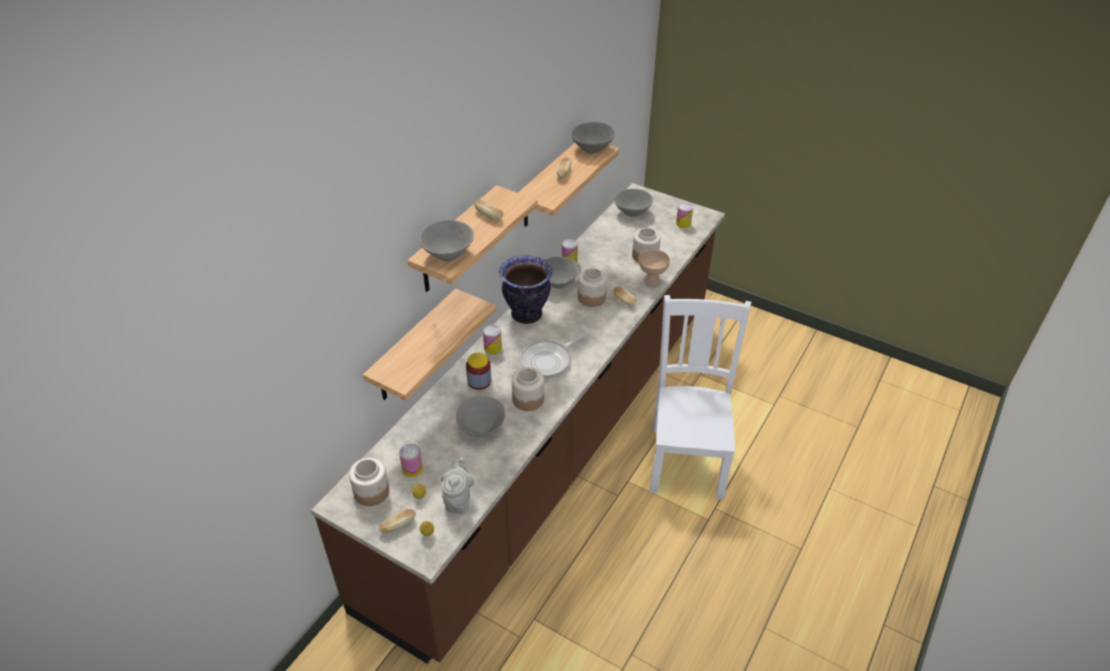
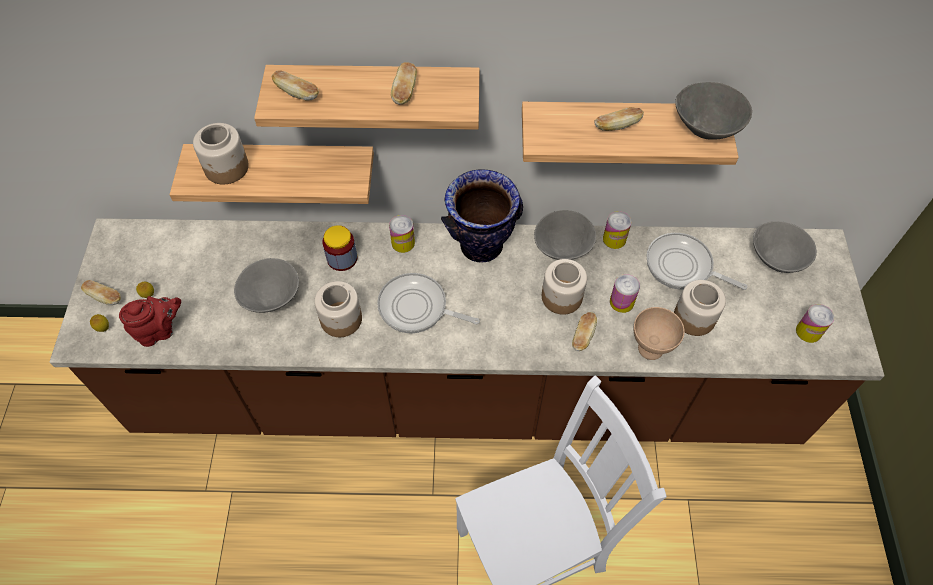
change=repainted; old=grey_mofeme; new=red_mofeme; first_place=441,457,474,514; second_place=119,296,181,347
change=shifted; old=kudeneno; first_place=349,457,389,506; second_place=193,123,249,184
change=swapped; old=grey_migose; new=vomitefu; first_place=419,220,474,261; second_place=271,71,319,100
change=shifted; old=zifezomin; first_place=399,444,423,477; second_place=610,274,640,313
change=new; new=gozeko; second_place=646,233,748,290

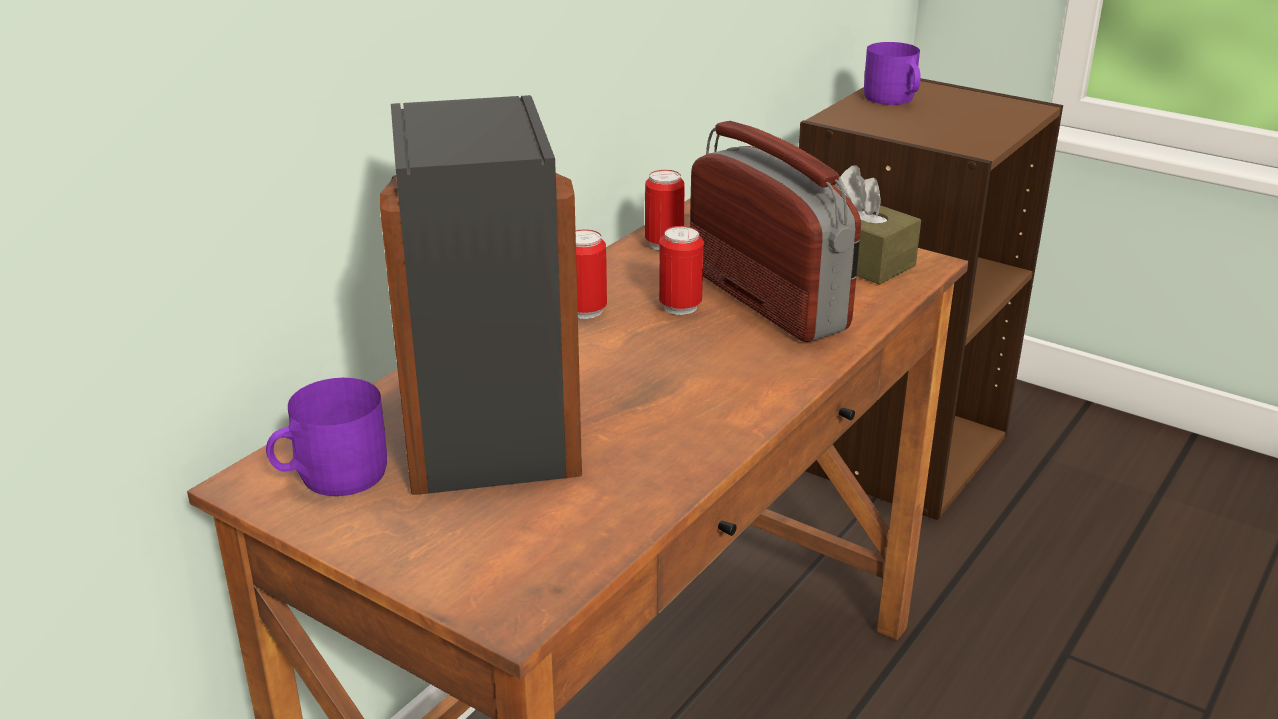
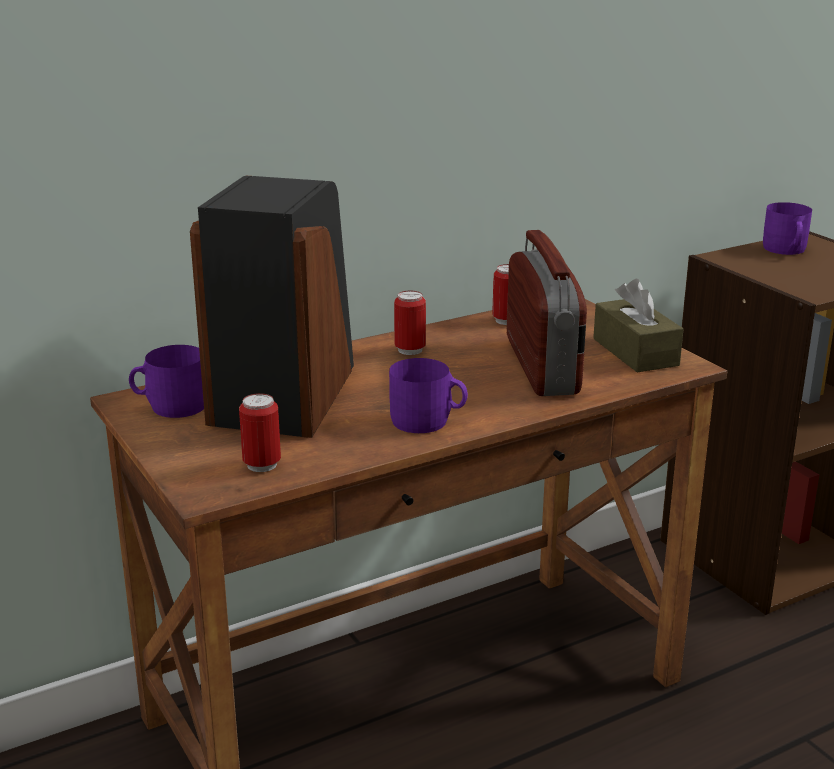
change=shifted; old=zifezomin; first_place=659,226,704,315; second_place=239,393,281,472
change=new; new=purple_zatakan; second_place=389,358,468,433

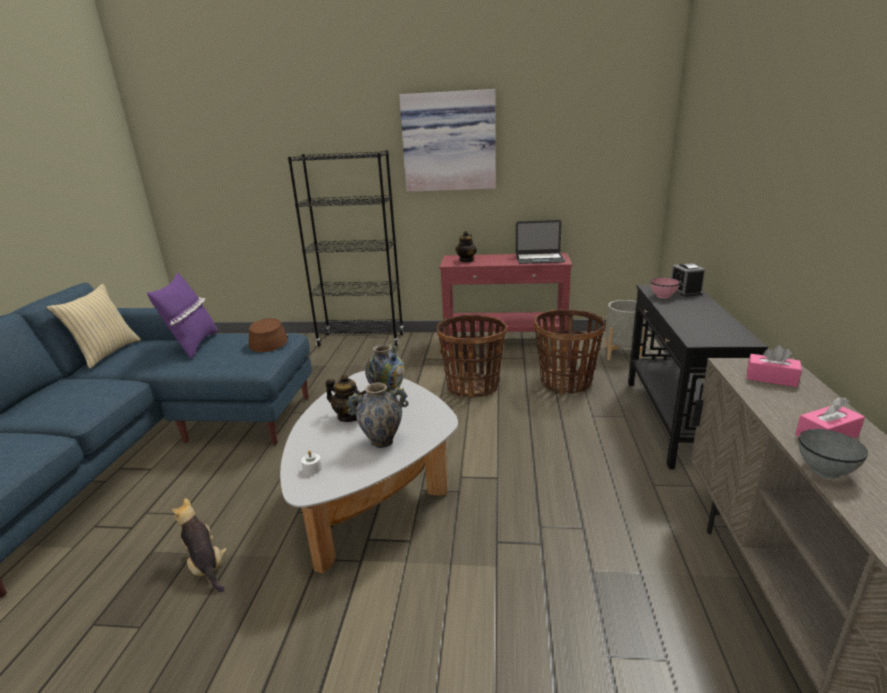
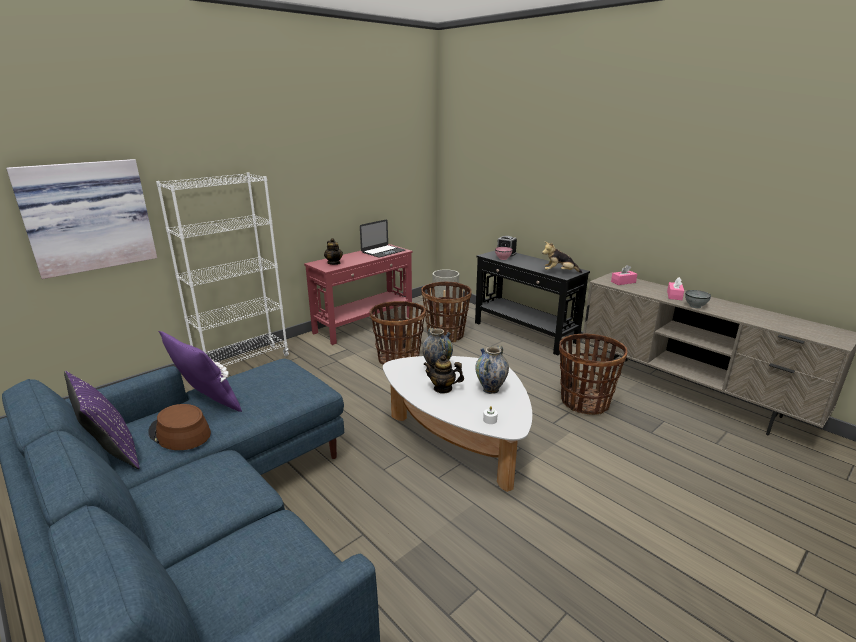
change=shifted; old=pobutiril; first_place=399,89,496,192; second_place=6,159,157,279
change=repainted; old=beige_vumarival; new=purple_vumarival; first_place=47,284,141,369; second_place=64,371,140,469
change=shifted; old=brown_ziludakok; first_place=249,318,288,352; second_place=148,404,211,450
change=repainted; old=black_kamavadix; new=white_kamavadix; first_place=288,150,404,346; second_place=156,173,289,366
change=rotated; old=mofeme; first_place=326,374,367,422; second_place=423,355,464,394; degrees=-150
change=shifted; old=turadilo; first_place=171,498,227,592; second_place=542,242,582,273
change=new; new=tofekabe; second_place=559,333,628,415

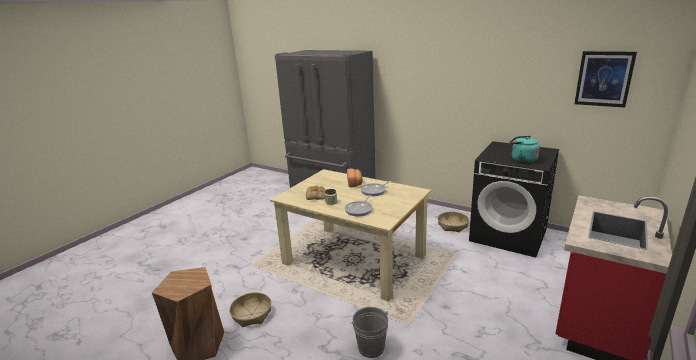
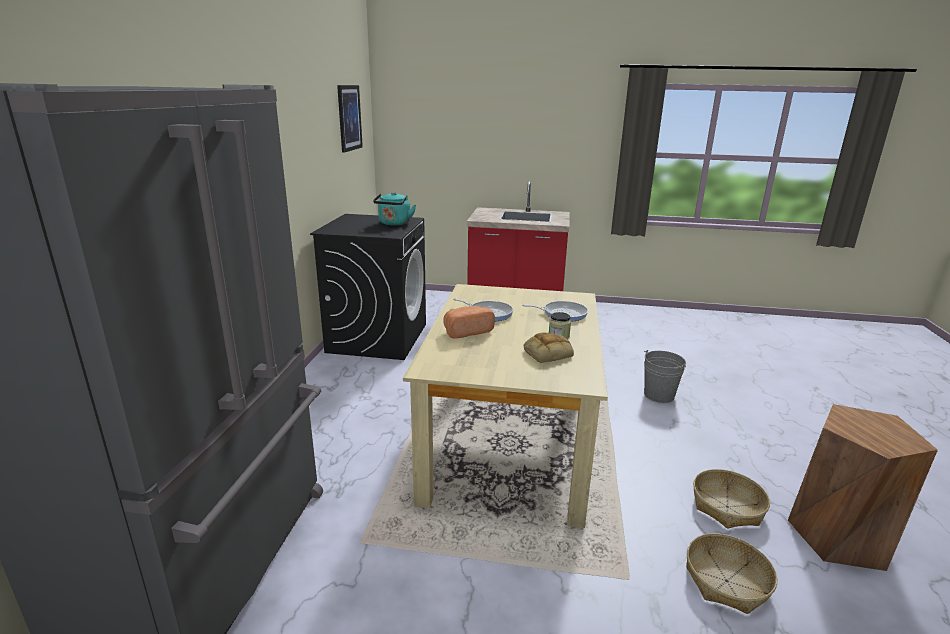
change=shifted; old=tofekabe; first_place=438,212,469,233; second_place=686,533,777,614

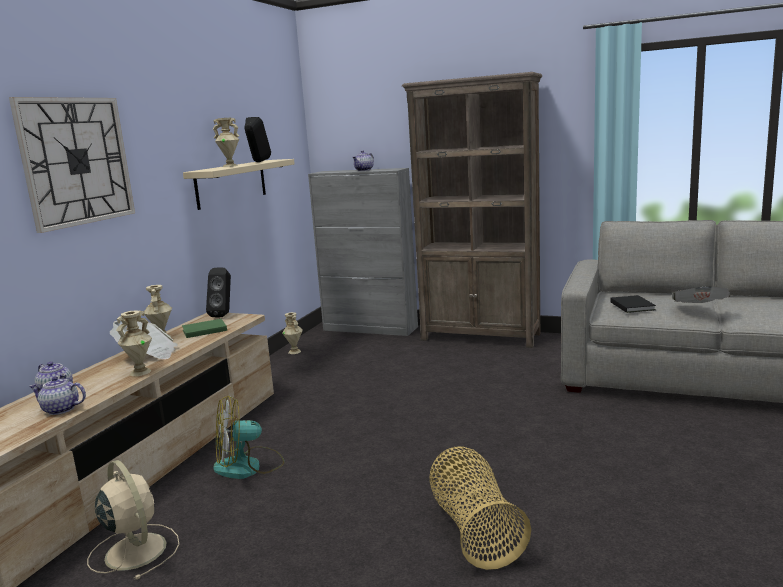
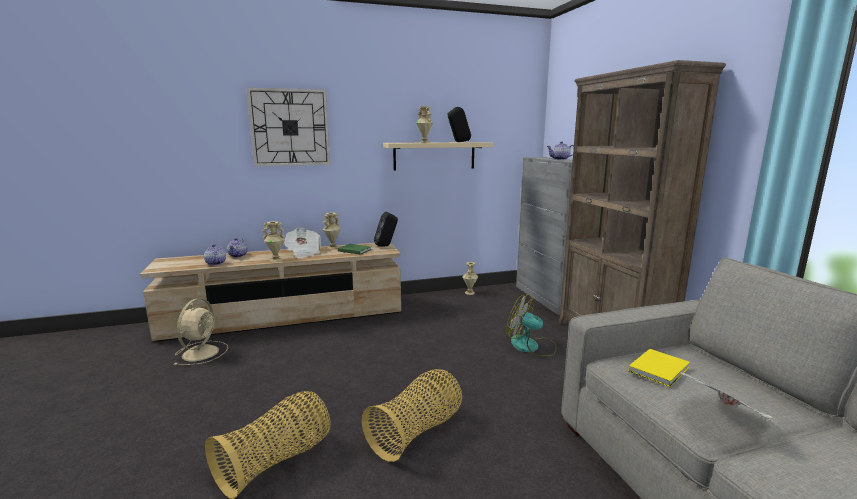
change=new; new=tofekabe; second_place=362,369,462,462
change=shifted; old=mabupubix; first_place=214,395,285,479; second_place=506,294,557,356
change=repainted; old=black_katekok; new=yellow_katekok; first_place=610,295,656,313; second_place=629,349,690,387

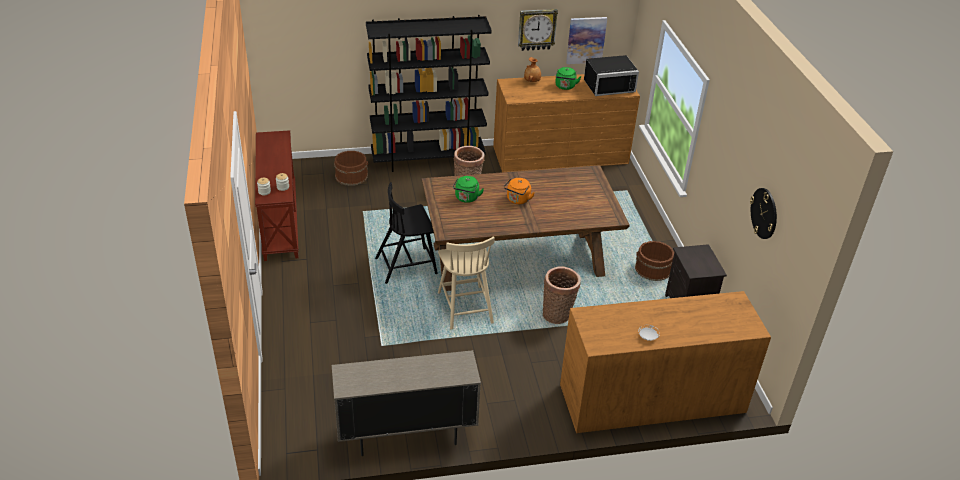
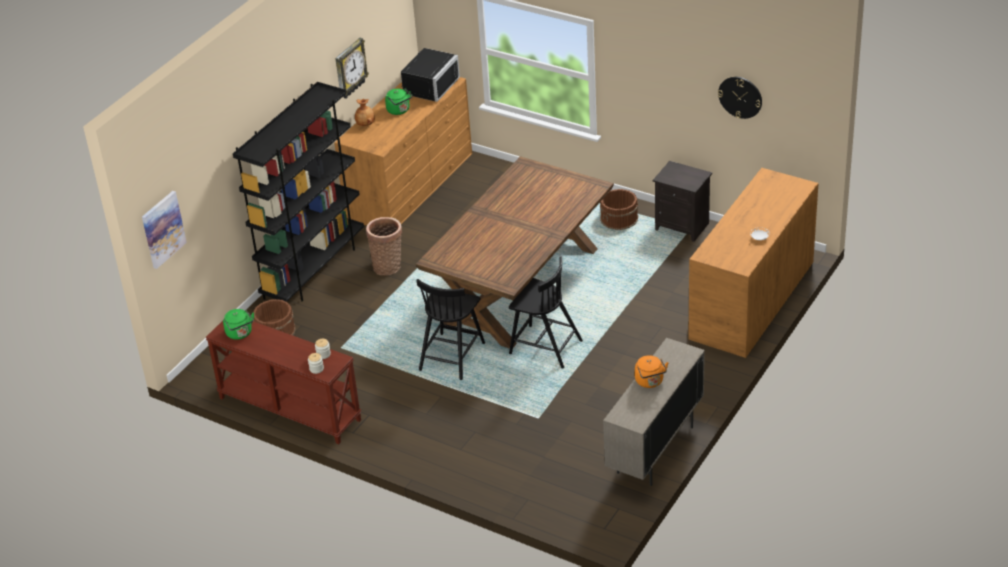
change=shifted; old=pobutiril; first_place=566,17,607,64; second_place=142,191,187,269
change=shifted; old=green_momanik; first_place=453,176,484,203; second_place=223,309,254,340
change=repainted; old=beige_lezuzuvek; new=black_lezuzuvek; first_place=438,236,495,330; second_place=509,256,583,369
change=shifted; old=orange_momanik; first_place=504,178,535,204; second_place=635,355,668,388
change=gone; old=tofekabe; first_place=543,266,581,324

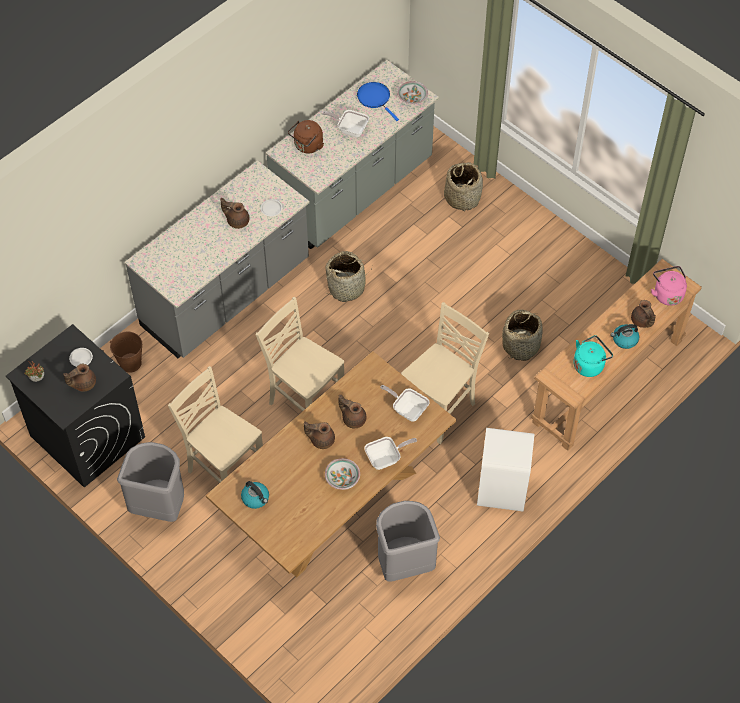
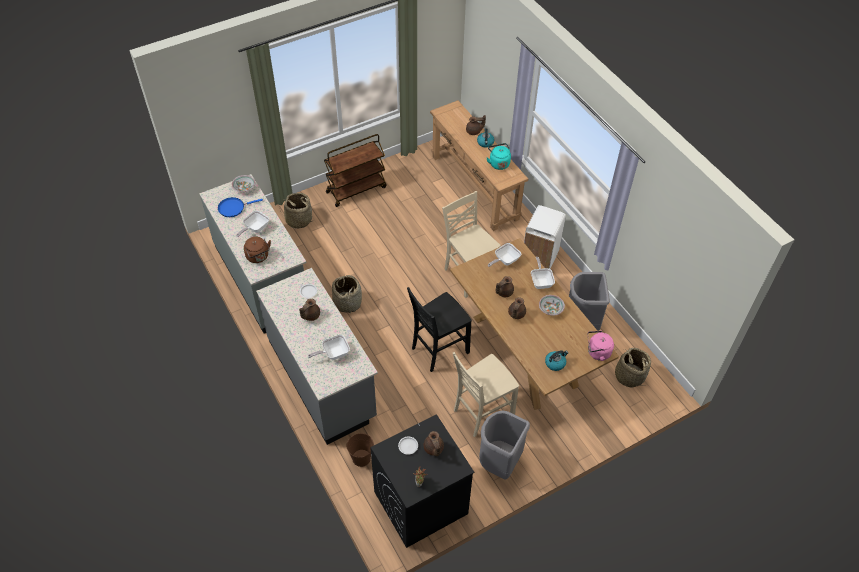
change=new; new=gozeko; second_place=308,335,350,360
change=new; new=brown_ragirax; second_place=324,134,387,207
change=repainted; old=beige_lezuzuvek; new=black_lezuzuvek; first_place=256,297,344,412; second_place=407,287,472,372
change=shifted; old=pink_momanik; first_place=651,266,687,306; second_place=588,331,614,361
change=shifted; old=tofekabe; first_place=502,310,543,361; second_place=615,348,651,388

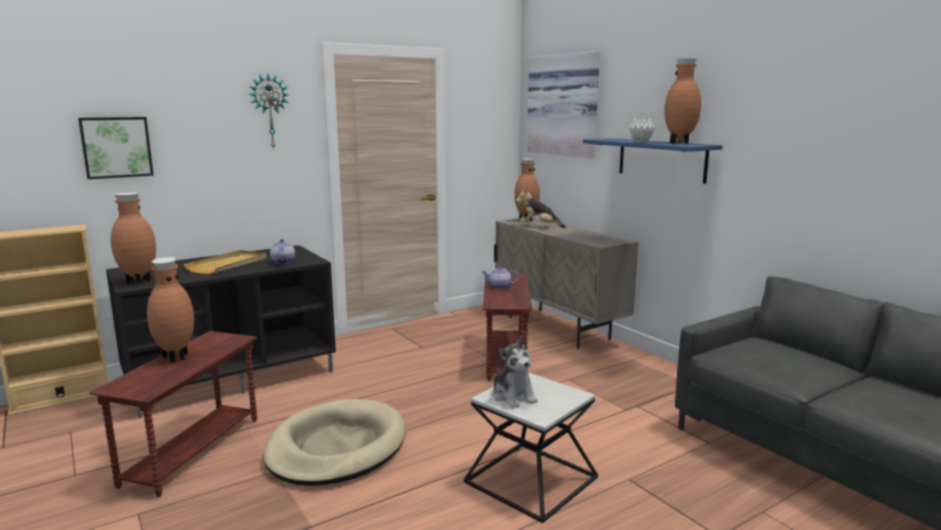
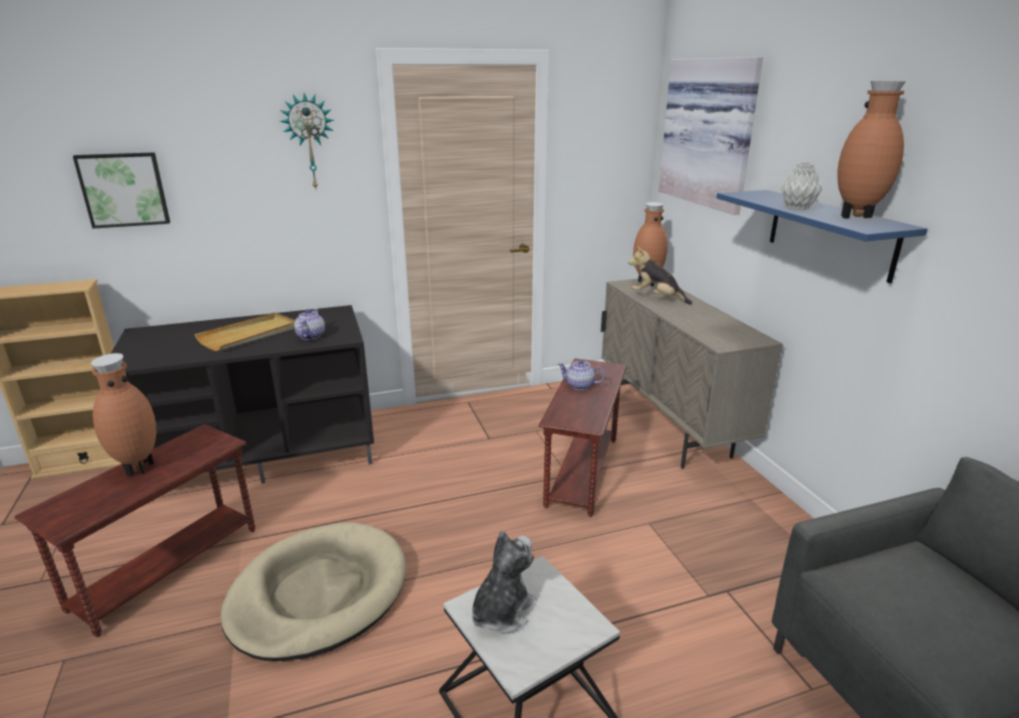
change=rotated; old=turadilo; first_place=492,336,538,408; second_place=472,530,536,634; degrees=-135
change=gone; old=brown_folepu; first_place=111,192,156,284

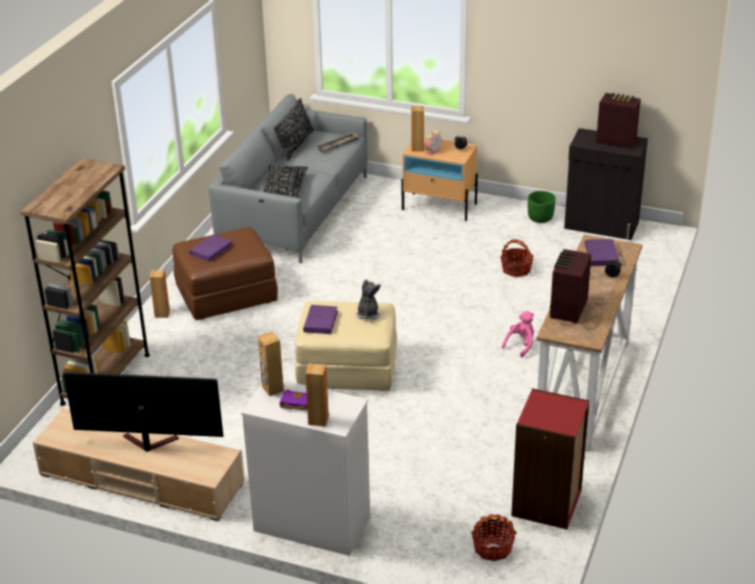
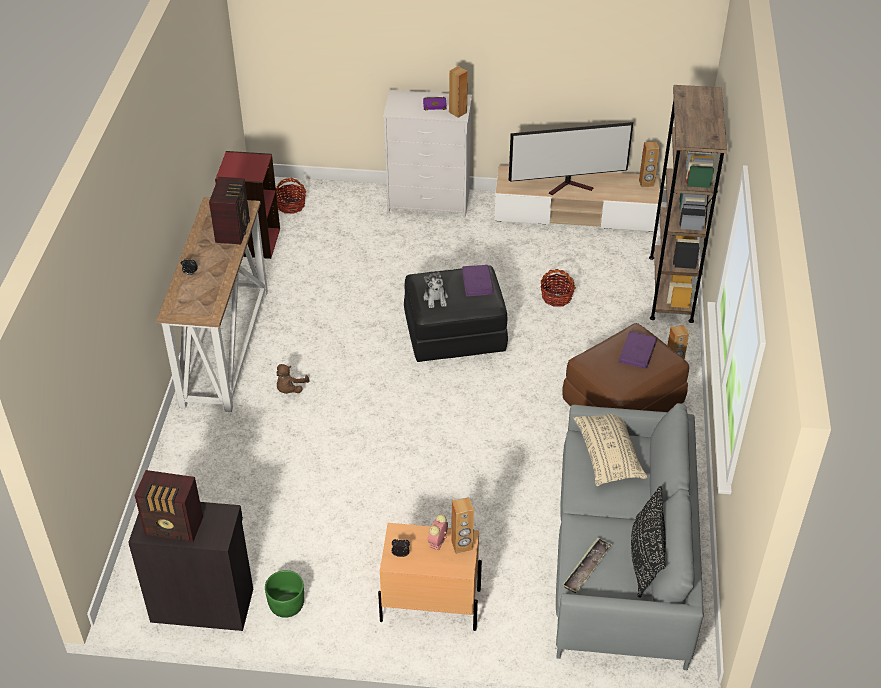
change=repainted; old=pink_turadilo; new=brown_turadilo; first_place=502,311,534,357; second_place=276,364,310,394
change=repainted; old=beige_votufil; new=black_votufil; first_place=295,301,397,391; second_place=404,266,508,362
change=shifted; old=tofekabe; first_place=501,239,534,277; second_place=541,269,576,307
change=repainted; old=black_vumarival; new=beige_vumarival; first_place=259,165,308,203; second_place=573,414,647,486
change=shifted; old=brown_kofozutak; first_place=306,363,329,426; second_place=639,141,660,187
change=gone; old=purple_katekok; first_place=584,239,619,266

